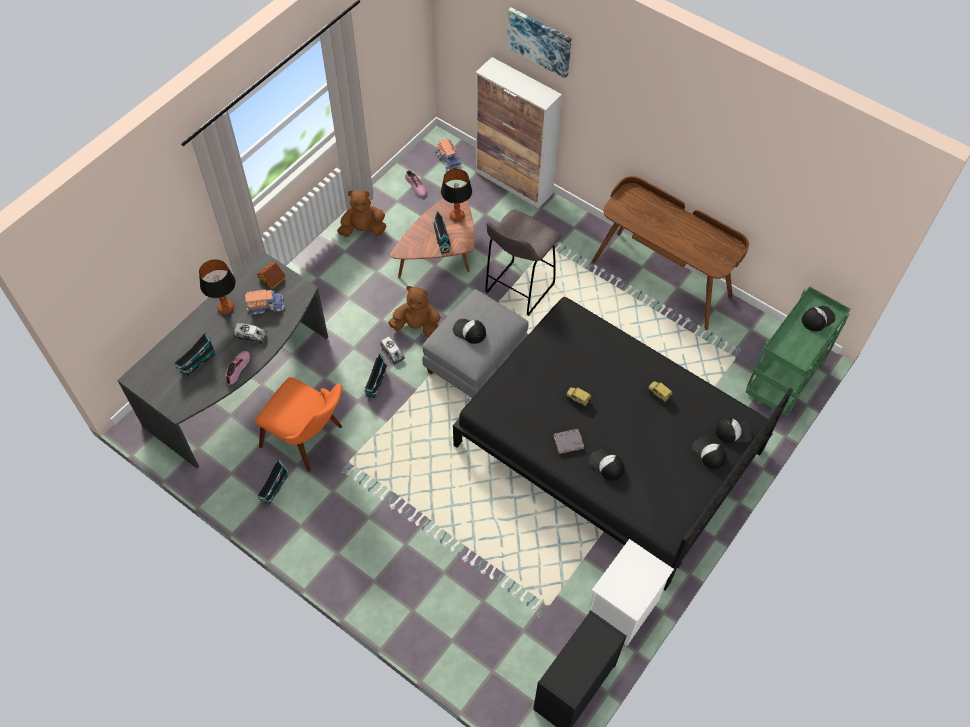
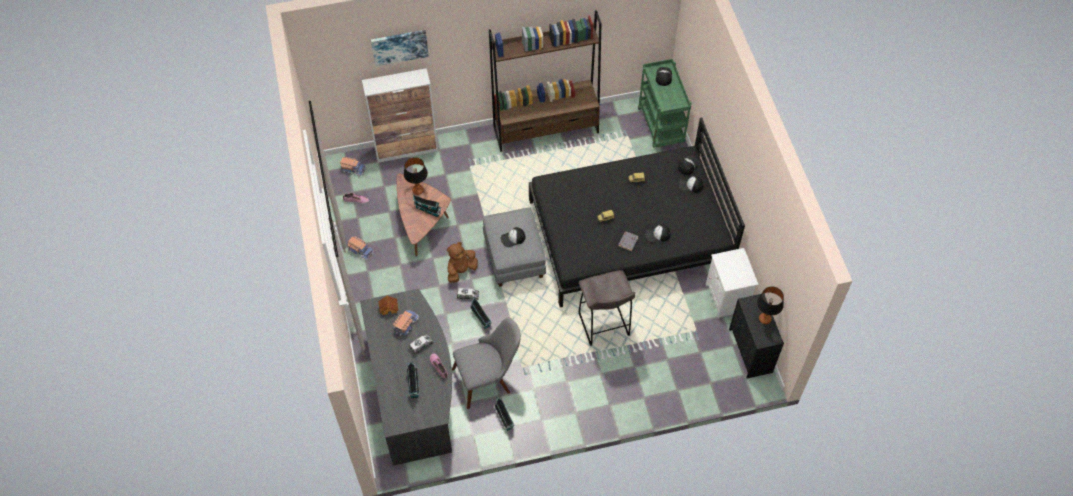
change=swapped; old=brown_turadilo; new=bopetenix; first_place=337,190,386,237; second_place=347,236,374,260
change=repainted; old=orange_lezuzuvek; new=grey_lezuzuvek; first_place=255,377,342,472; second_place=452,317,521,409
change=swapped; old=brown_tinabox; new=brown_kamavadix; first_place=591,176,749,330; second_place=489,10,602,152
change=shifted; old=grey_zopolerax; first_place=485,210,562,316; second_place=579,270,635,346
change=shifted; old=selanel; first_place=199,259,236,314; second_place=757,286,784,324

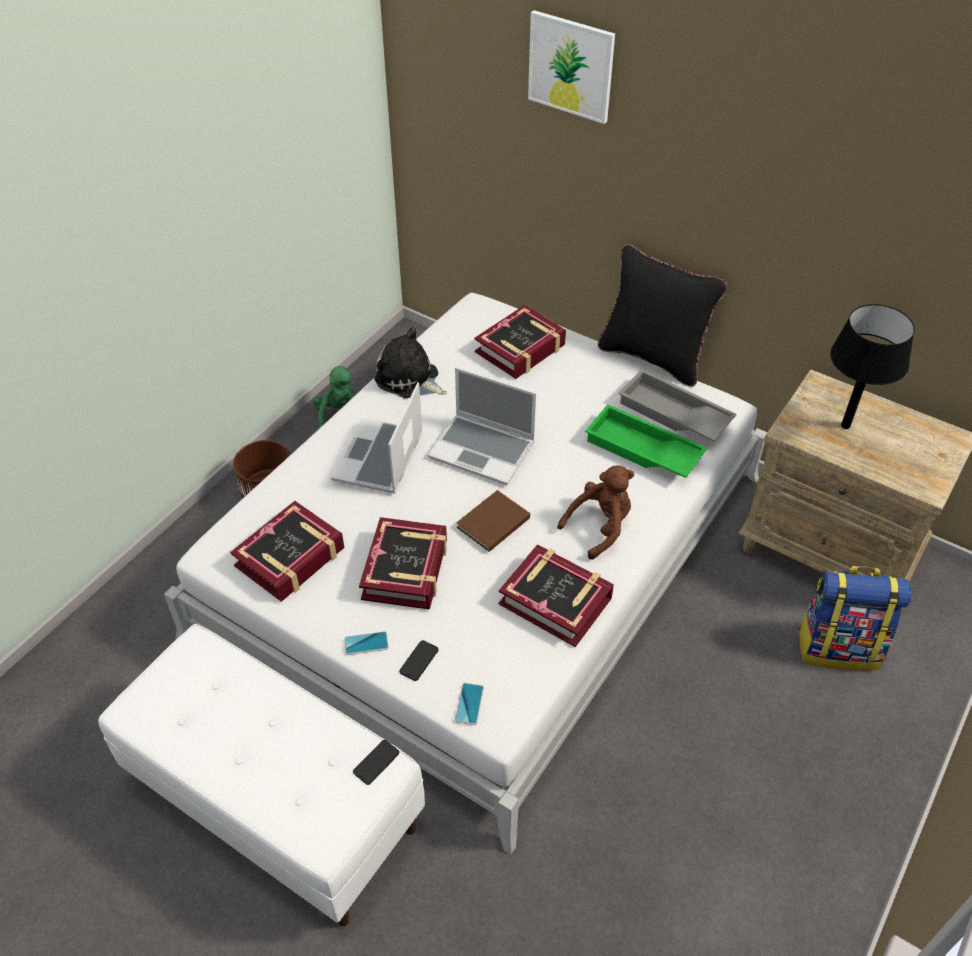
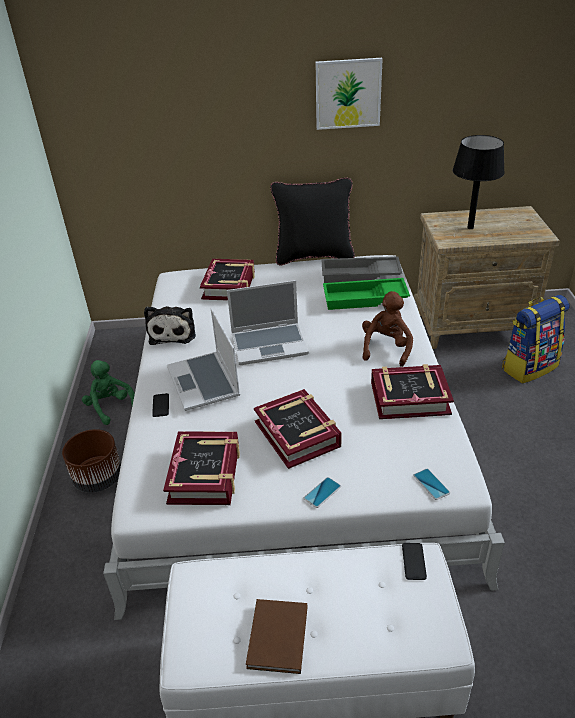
change=rotated; old=turadilo; first_place=374,327,447,399; second_place=144,306,196,345; degrees=-90
change=shifted; old=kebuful; first_place=399,640,438,681; second_place=152,393,169,417
change=shifted; old=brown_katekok; first_place=456,490,530,552; second_place=246,599,308,674
change=shifted; old=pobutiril; first_place=528,10,615,124; second_place=315,58,383,130

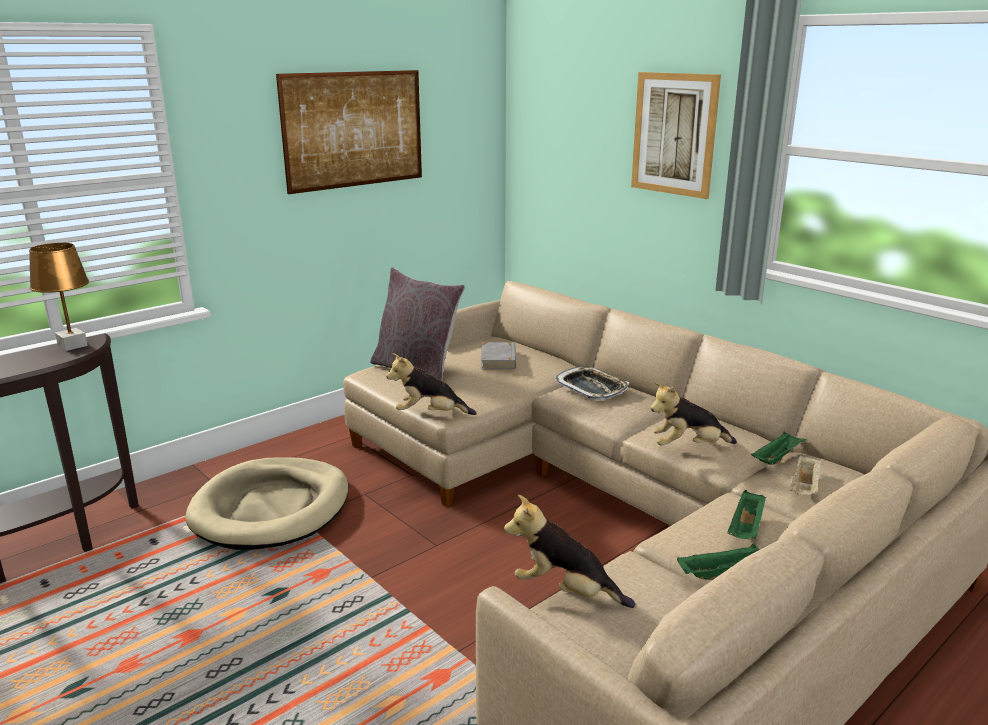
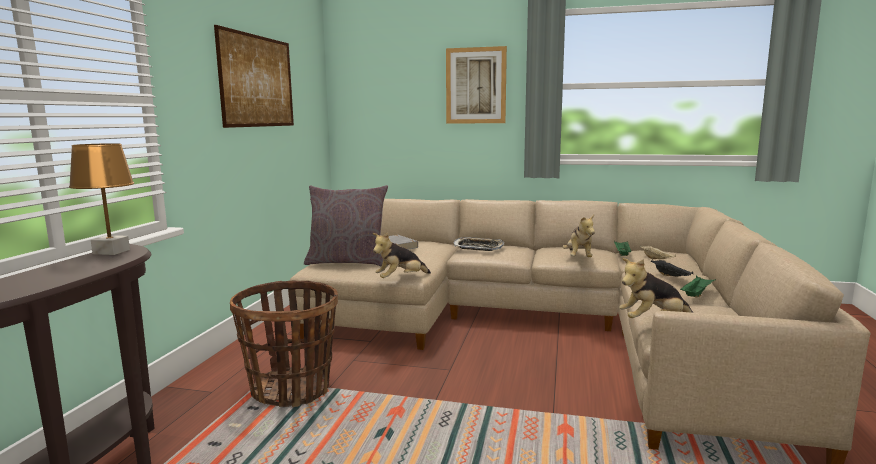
change=swapped; old=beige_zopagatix; new=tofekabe; first_place=185,457,348,550; second_place=230,281,338,407
change=rotated; old=turadilo; first_place=651,382,737,446; second_place=563,215,595,257; degrees=-45
change=repainted; old=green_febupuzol; new=black_febupuzol; first_place=727,490,766,539; second_place=651,259,693,277

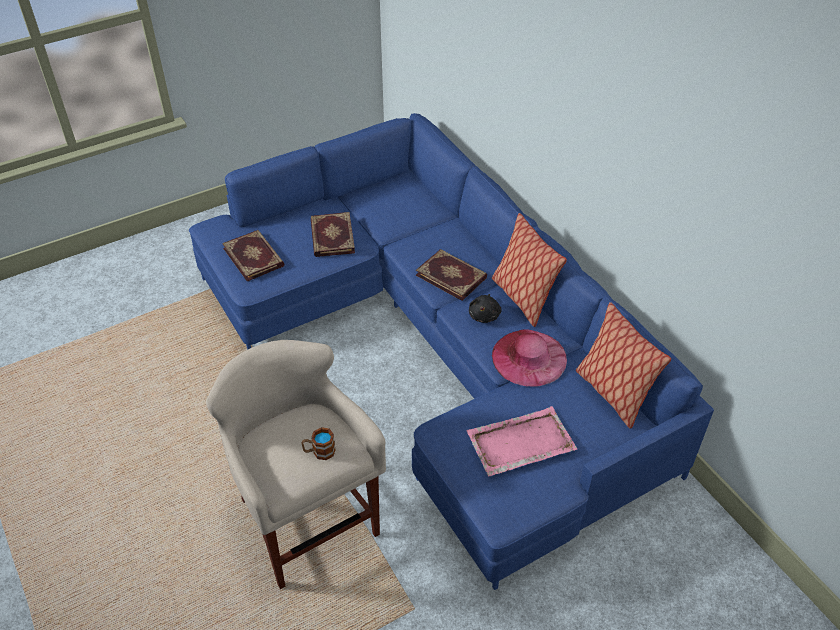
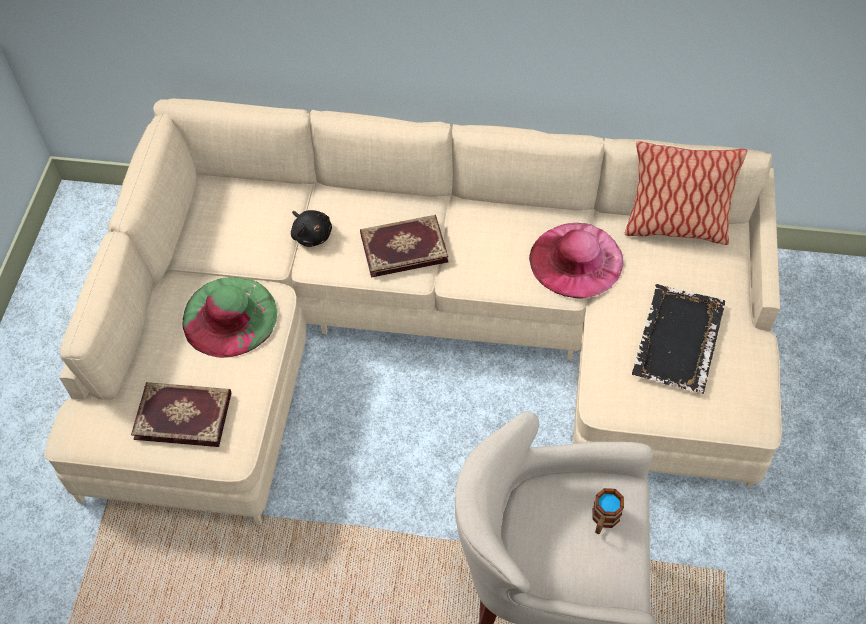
change=repainted; old=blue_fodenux; new=beige_fodenux; first_place=189,113,714,590; second_place=45,98,782,525
change=swapped; old=katekok; new=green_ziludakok; first_place=311,212,355,257; second_place=182,277,278,358
change=shifted; old=black_turadilo; first_place=469,294,502,323; second_place=291,210,332,247
change=repainted; old=pink_febupuzol; new=black_febupuzol; first_place=467,406,577,476; second_place=632,284,725,394
change=gone; old=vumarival; first_place=492,213,567,327

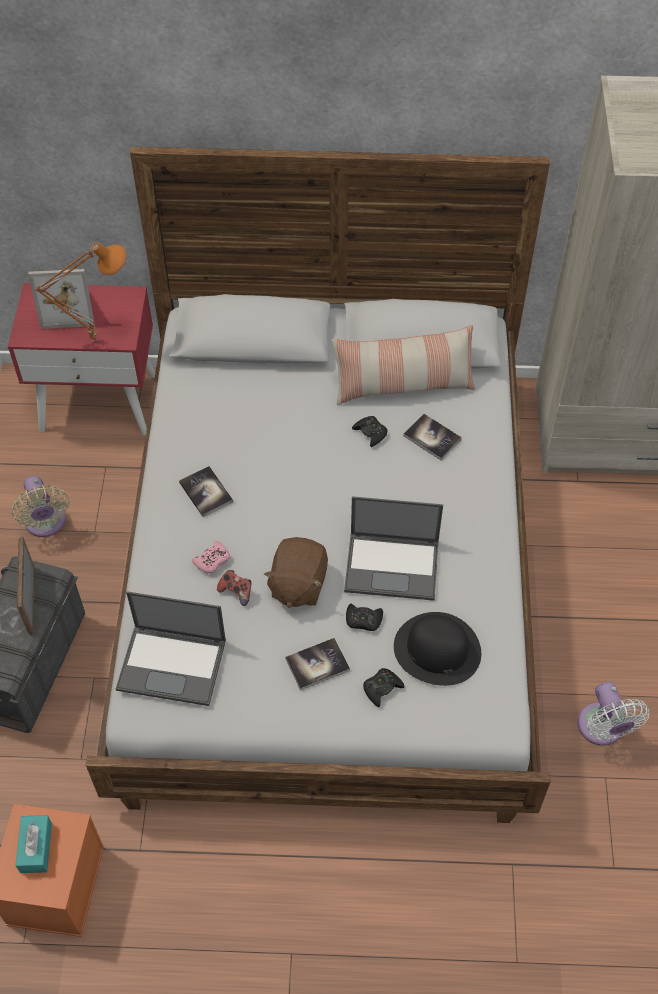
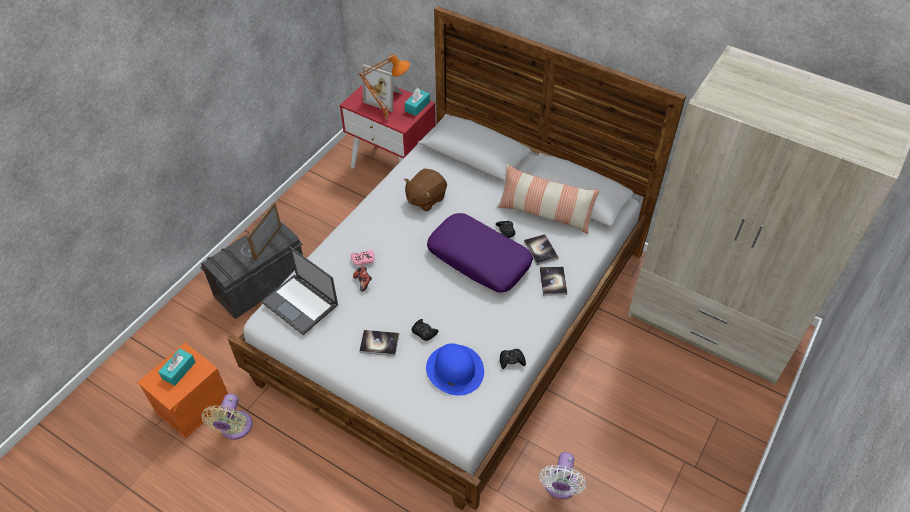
change=shifted; old=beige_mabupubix; first_place=11,476,69,537; second_place=201,394,253,440
change=shifted; old=brown_turadilo; first_place=264,537,328,608; second_place=404,169,447,212
change=new; new=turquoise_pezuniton; second_place=405,88,430,116
change=repainted; old=black_ziludakok; new=blue_ziludakok; first_place=394,612,481,686; second_place=426,343,484,396
change=new; new=purple_vumarival; second_place=427,213,533,292
change=shifted; old=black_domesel; first_place=363,668,404,707; second_place=500,349,526,369
change=shifted; old=katekok; first_place=179,466,233,517; second_place=540,267,567,296
change=gone; old=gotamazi; first_place=344,496,443,601

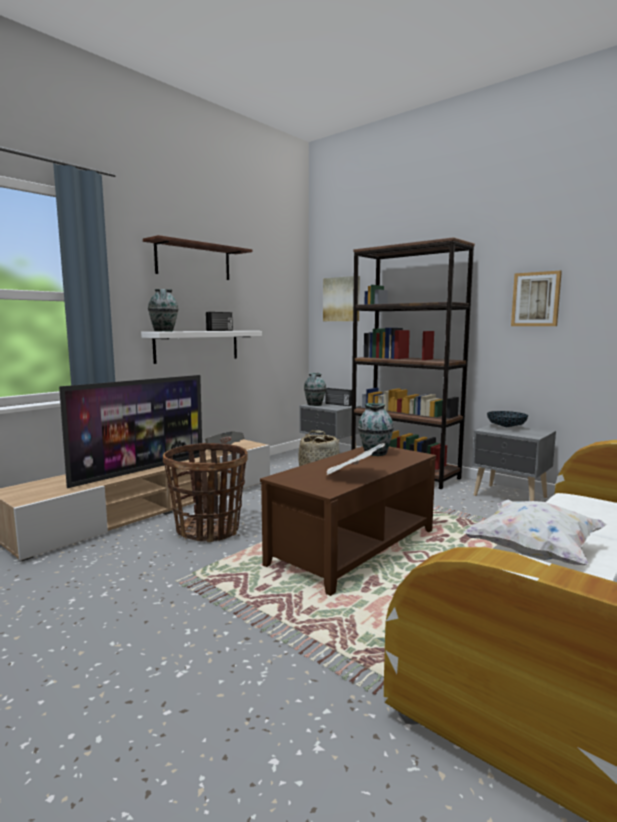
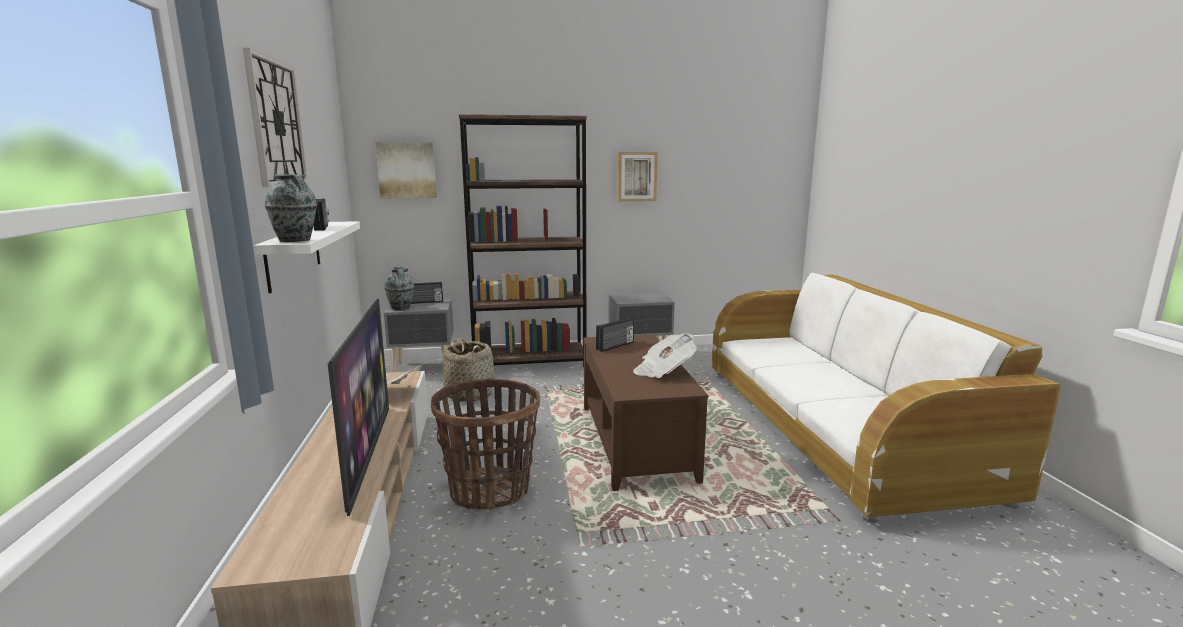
change=swapped; old=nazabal; new=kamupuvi; first_place=143,235,252,280; second_place=243,48,308,187
change=swapped; old=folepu; new=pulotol; first_place=358,403,394,456; second_place=596,317,634,352
change=gone; old=white_vumarival; first_place=463,500,607,565
change=gone; old=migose; first_place=487,411,528,428

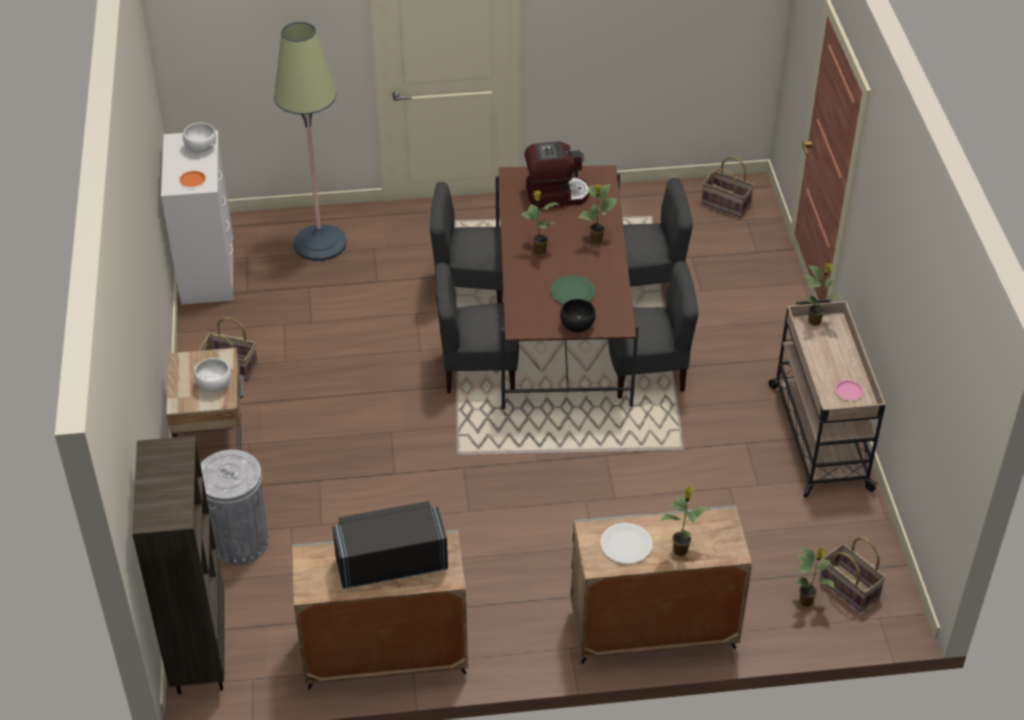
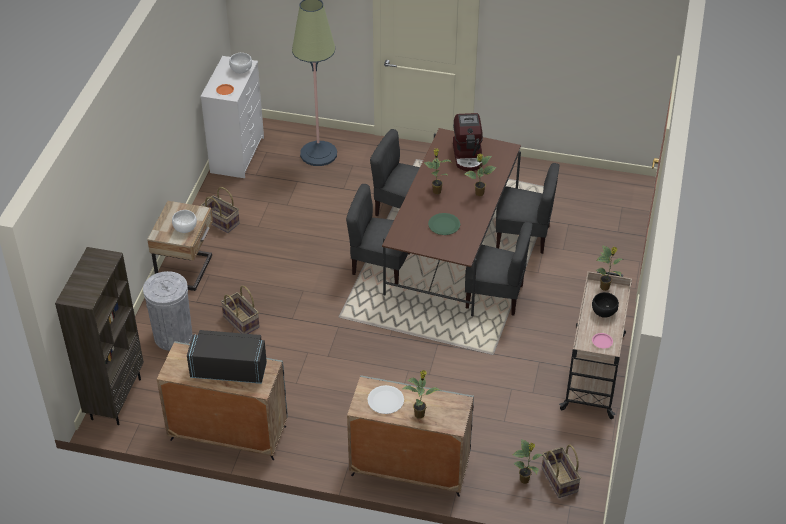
change=shifted; old=tofekabe; first_place=701,156,754,218; second_place=221,286,260,334
change=rotated; old=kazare; first_place=525,141,589,208; second_place=453,113,483,171; degrees=75
change=shifted; old=black_migose; first_place=560,299,596,332; second_place=592,292,619,318

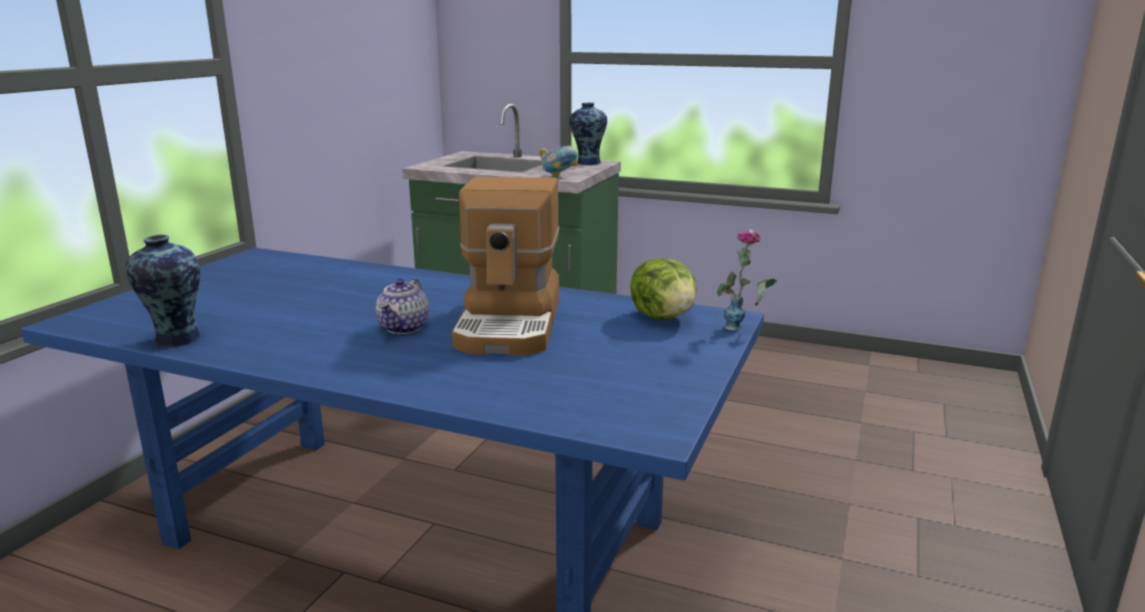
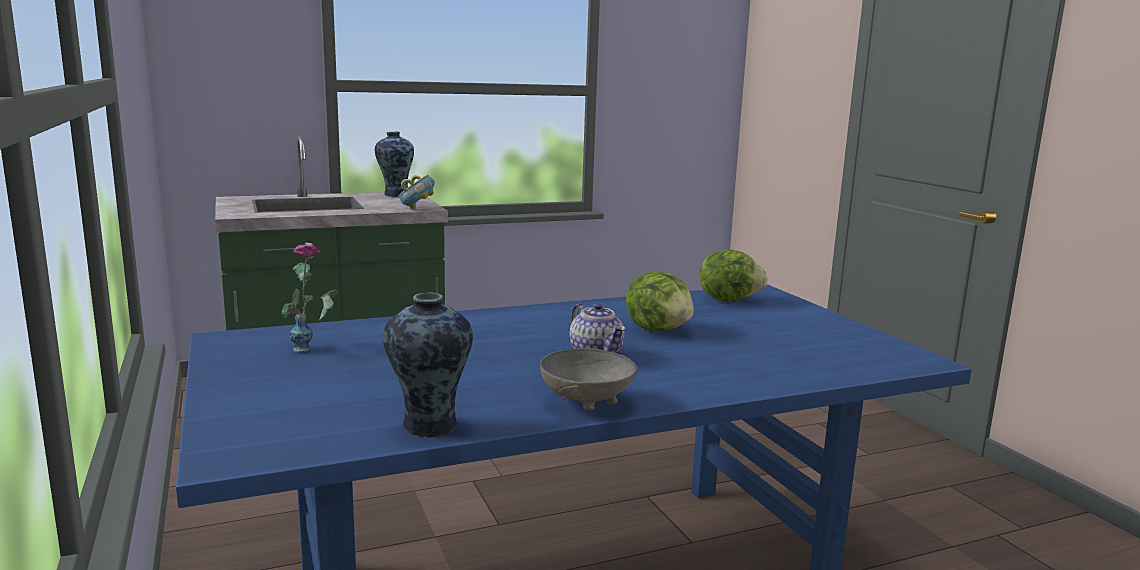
change=shifted; old=folepu; first_place=717,229,777,331; second_place=282,243,338,352
change=new; new=grey_migose; second_place=540,348,637,411
change=swapped; old=kazare; new=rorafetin; first_place=452,177,560,356; second_place=626,272,694,332

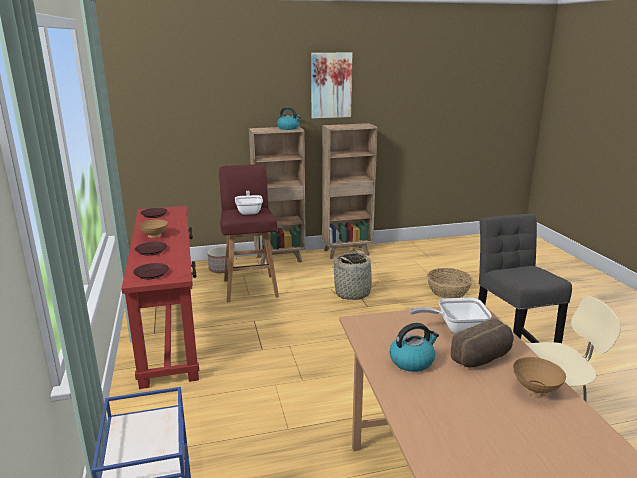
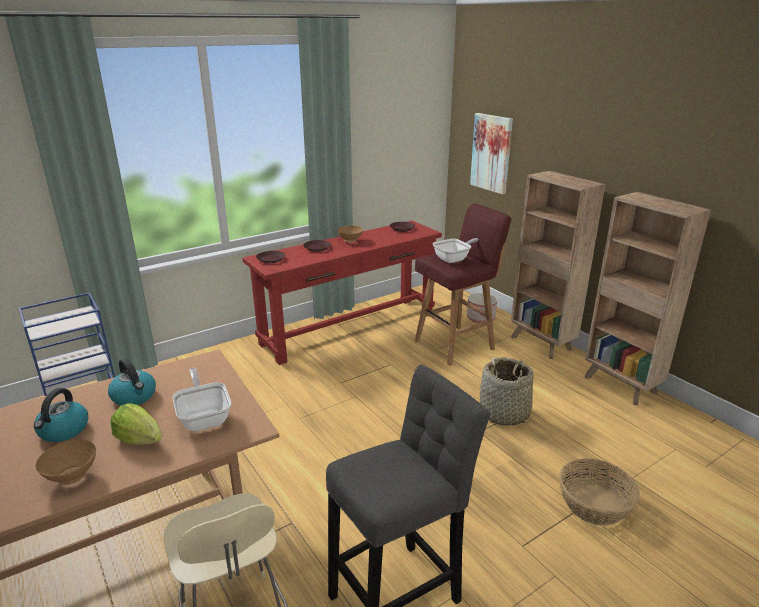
change=shifted; old=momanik; first_place=277,107,301,130; second_place=34,388,88,442
change=swapped; old=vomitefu; new=rorafetin; first_place=451,318,514,368; second_place=110,403,163,445
change=shifted; old=pobutiril; first_place=311,53,352,118; second_place=470,113,513,195

